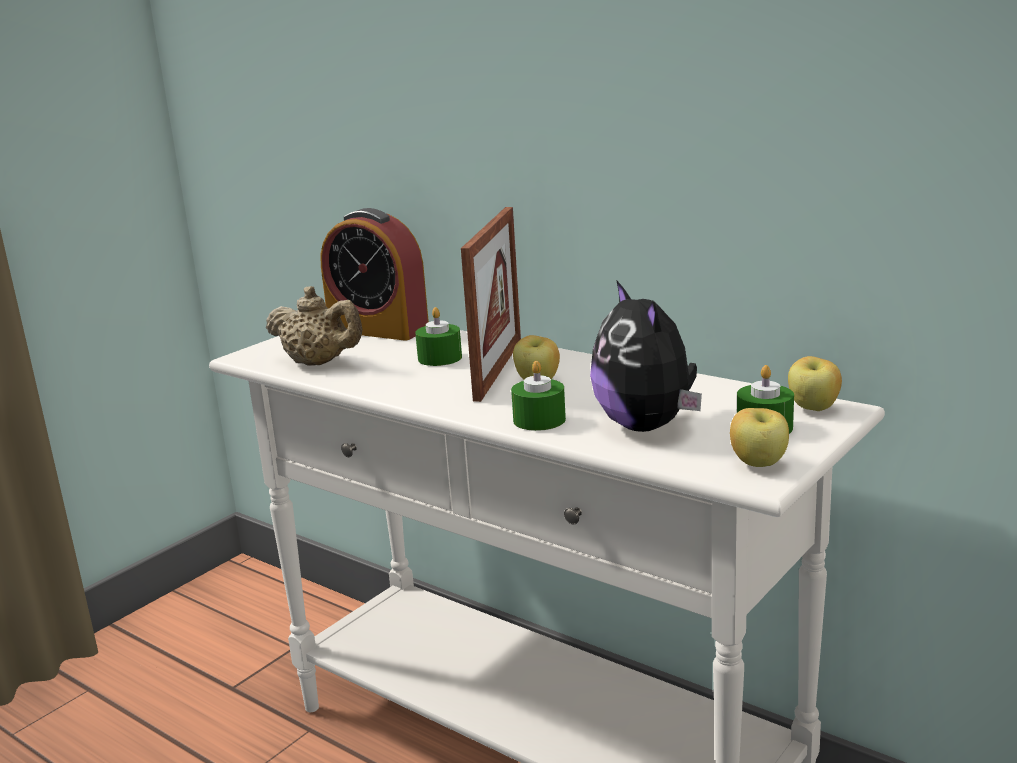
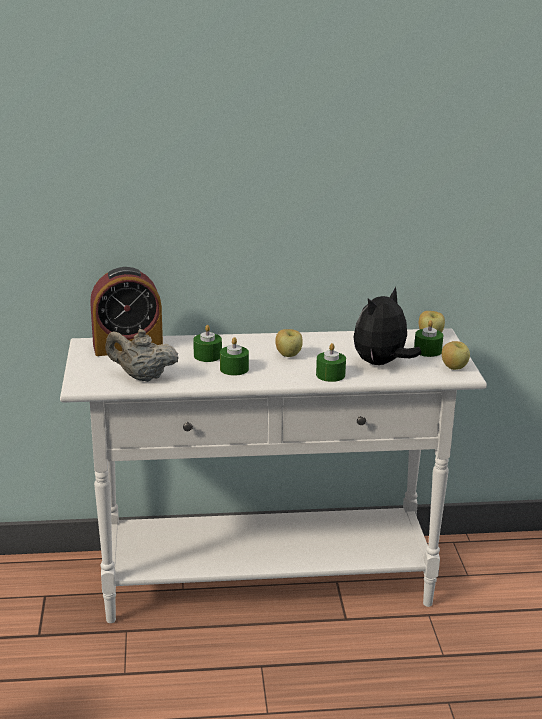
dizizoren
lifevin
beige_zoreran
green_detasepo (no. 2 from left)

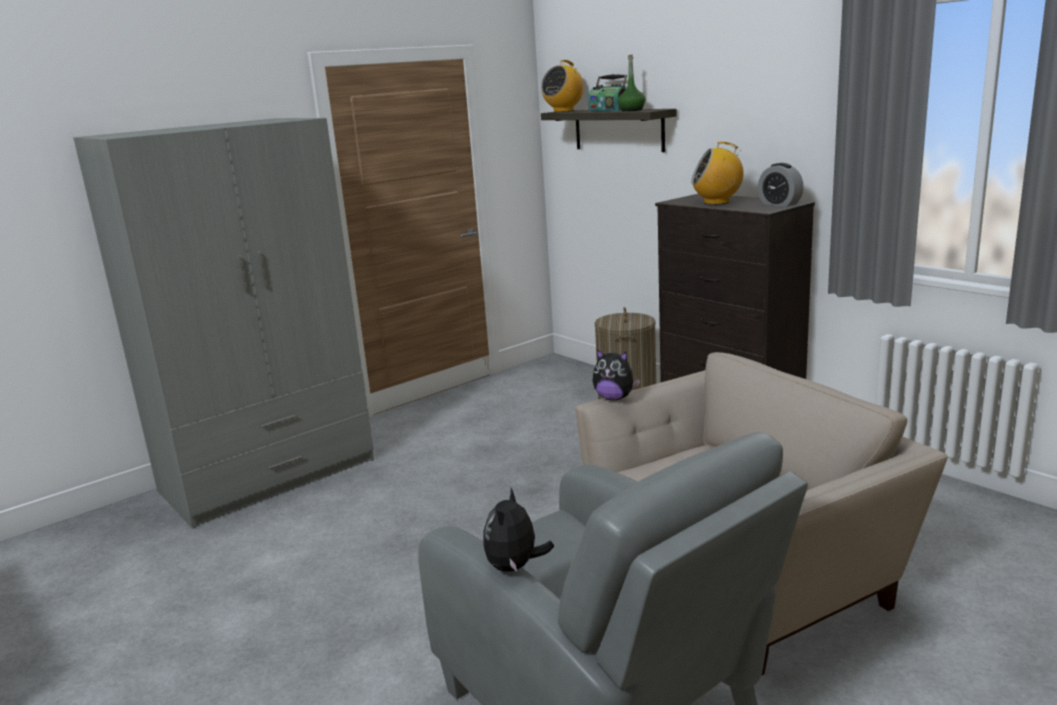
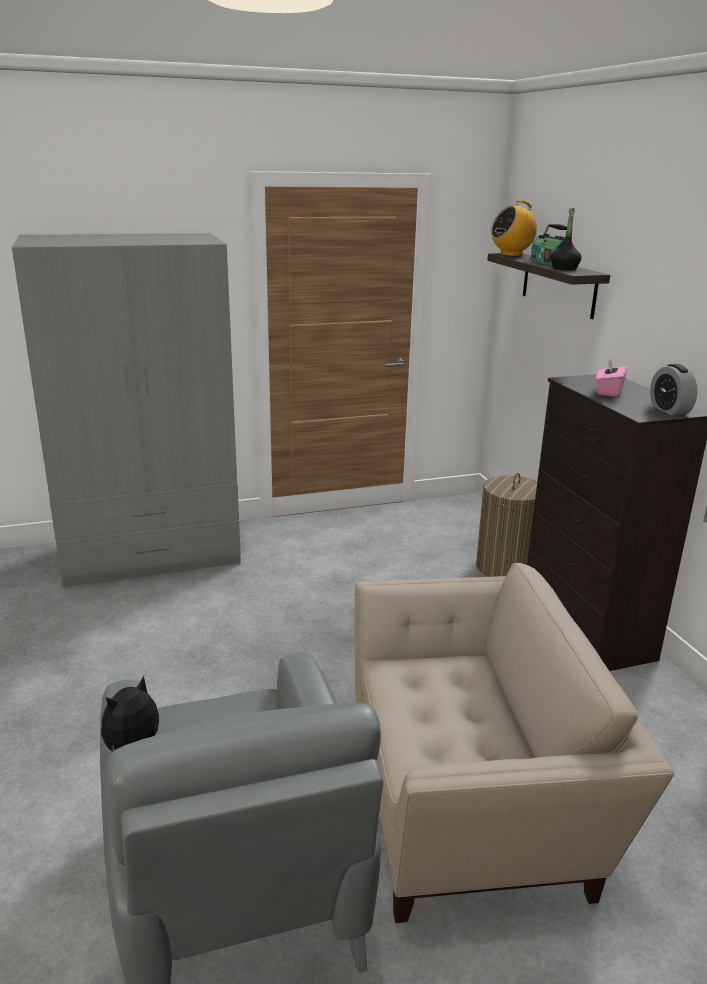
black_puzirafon
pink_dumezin
lifevin (no. 2 from left in the first image)

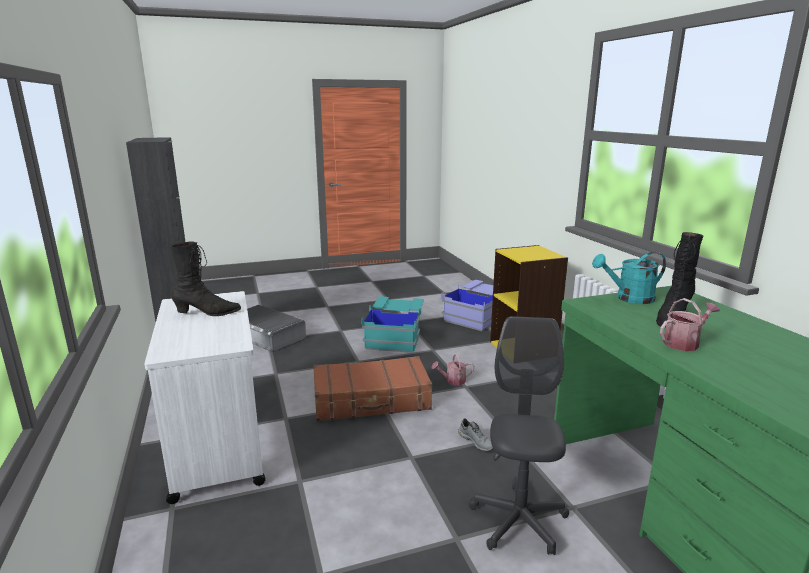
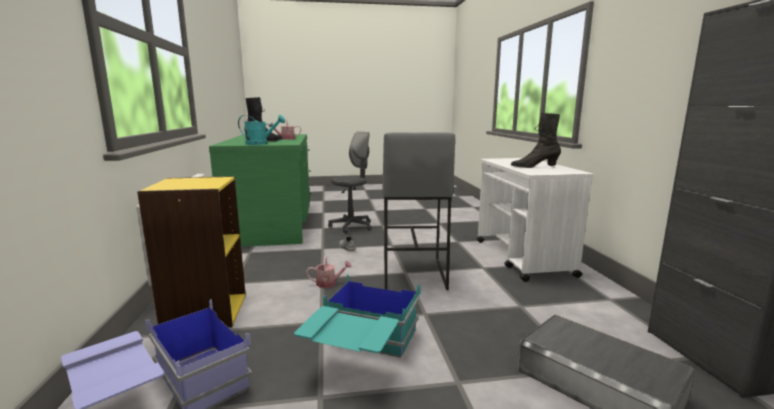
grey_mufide
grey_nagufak

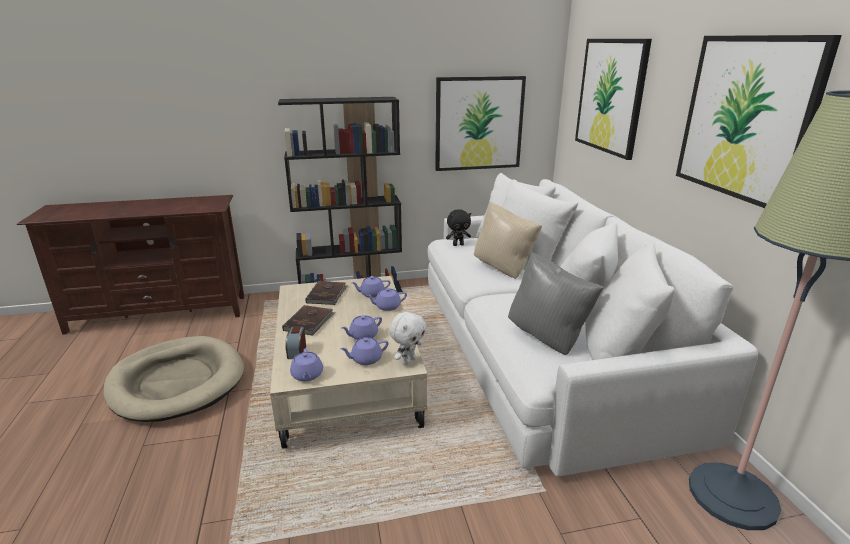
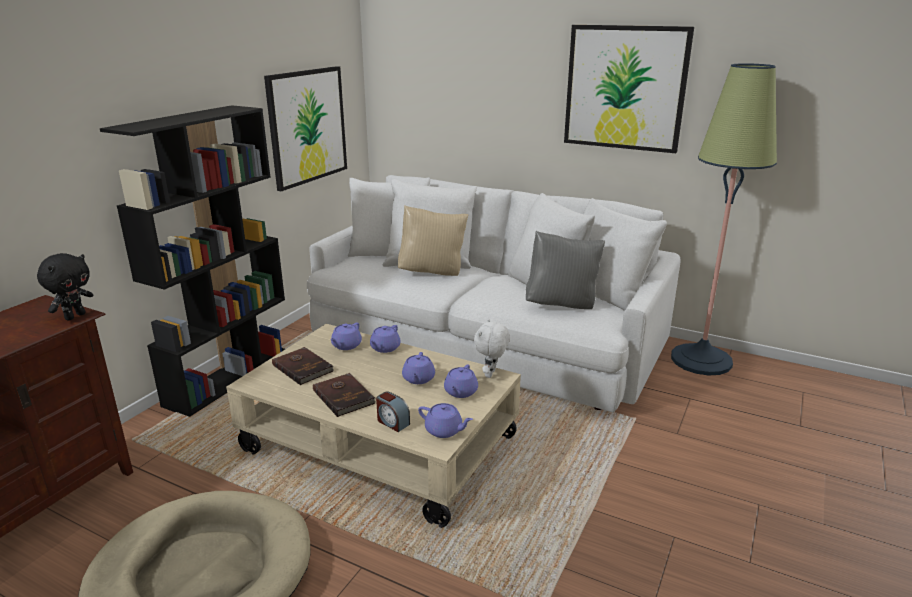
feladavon (no. 2 from left in the first image)
black_lifevin
white_lifevin

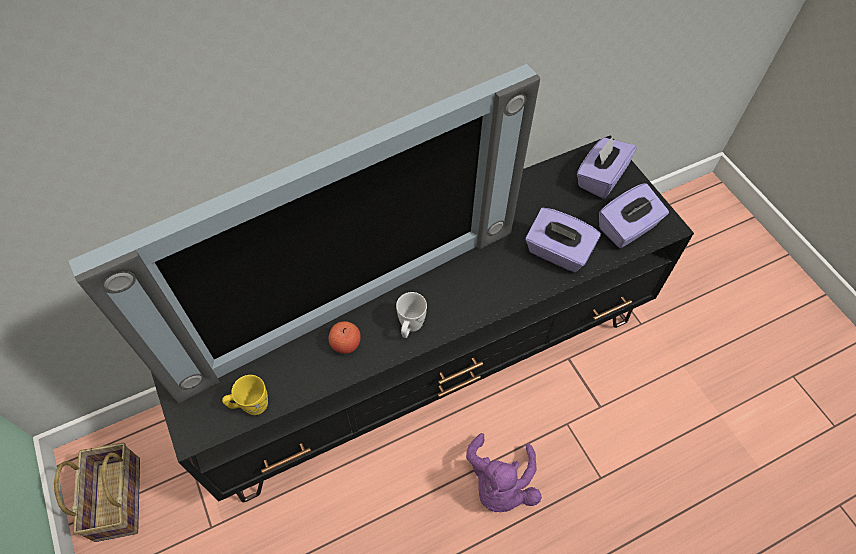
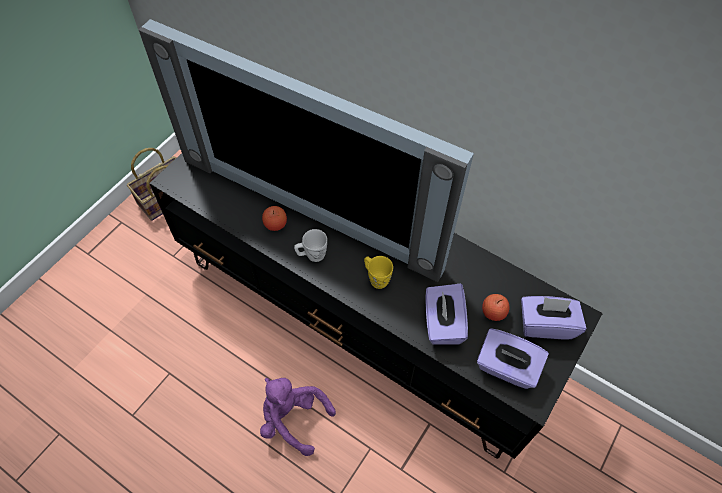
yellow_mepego
purple_lifevin
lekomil (no. 2 from left)

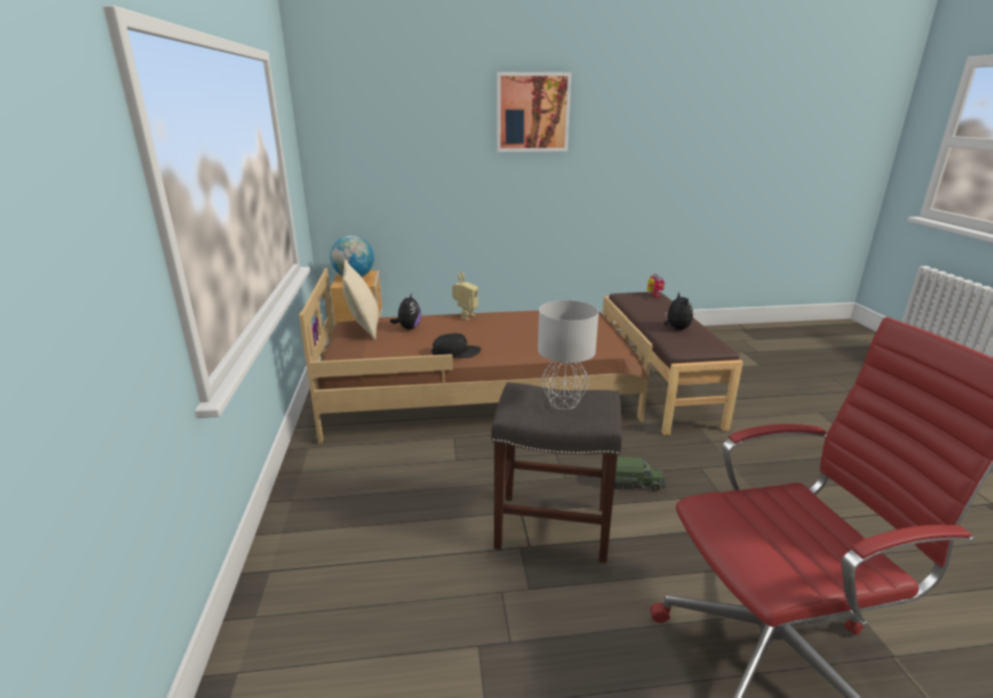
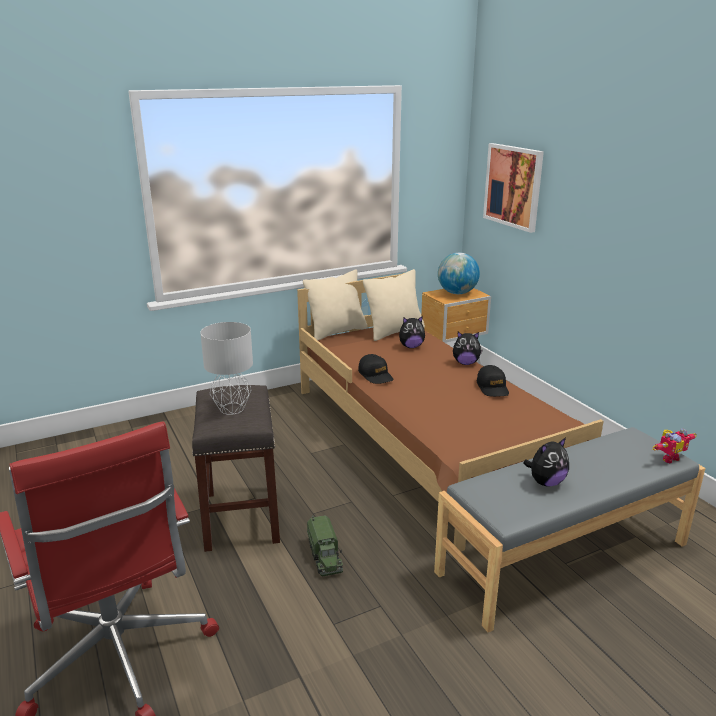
feladavon
lifevin (no. 2 from left)
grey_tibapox
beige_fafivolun (no. 1 from left)
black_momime (no. 2 from left)

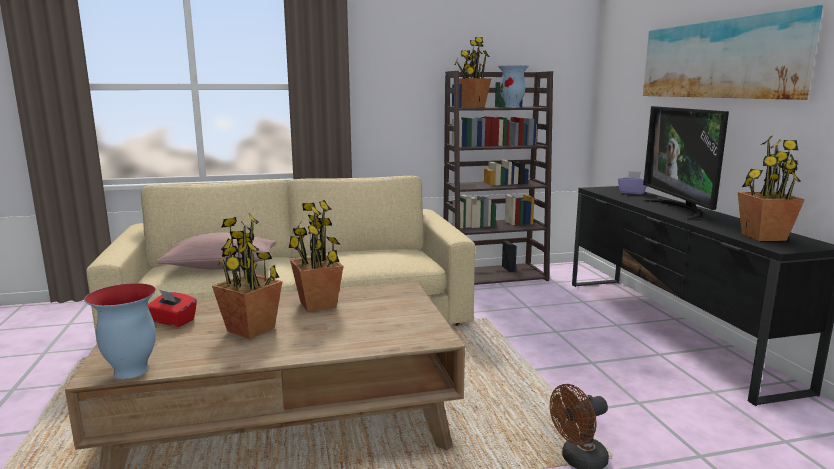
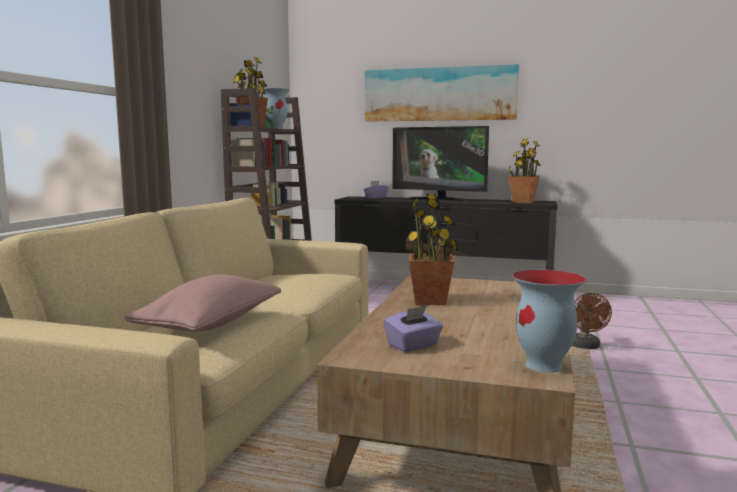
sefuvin (no. 1 from left in the first image)
purple_dumezin (no. 2 from left)

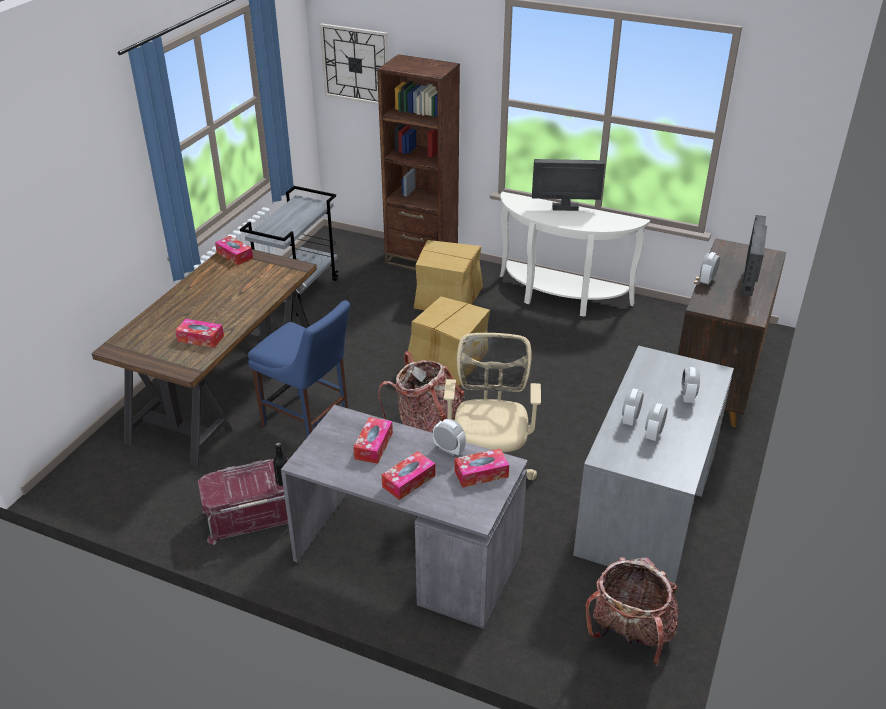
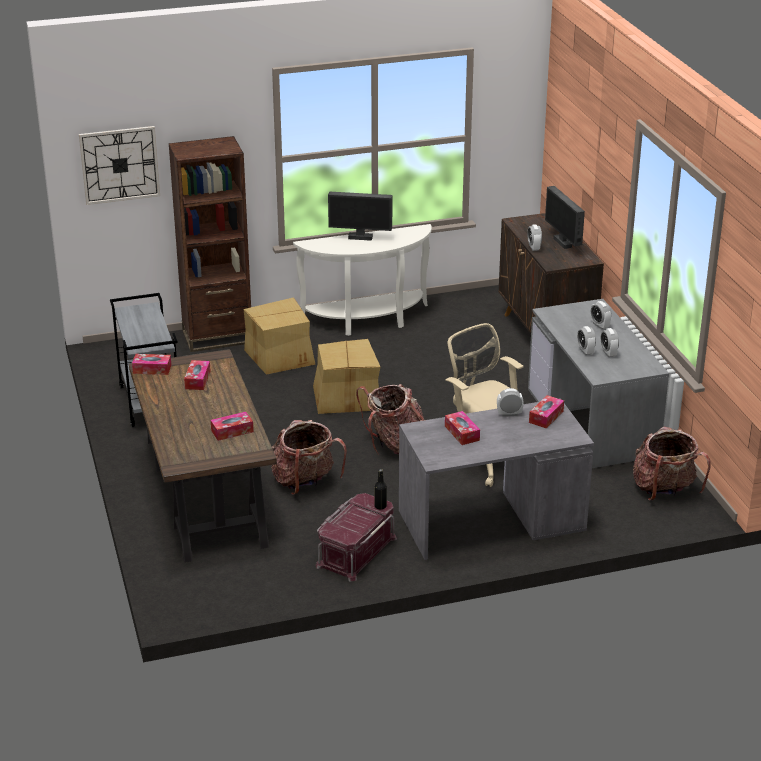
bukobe (no. 1 from left)
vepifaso (no. 1 from left)
dumezin (no. 2 from left)

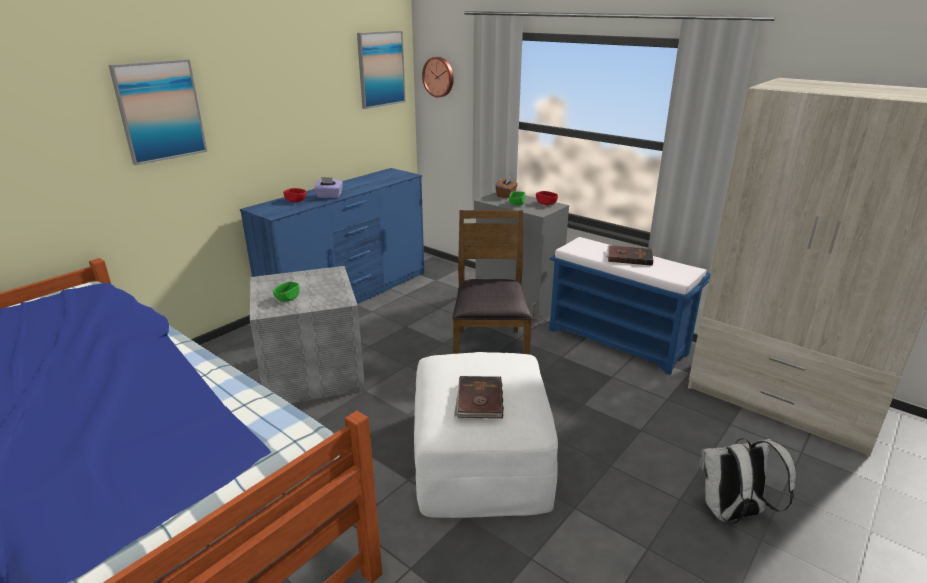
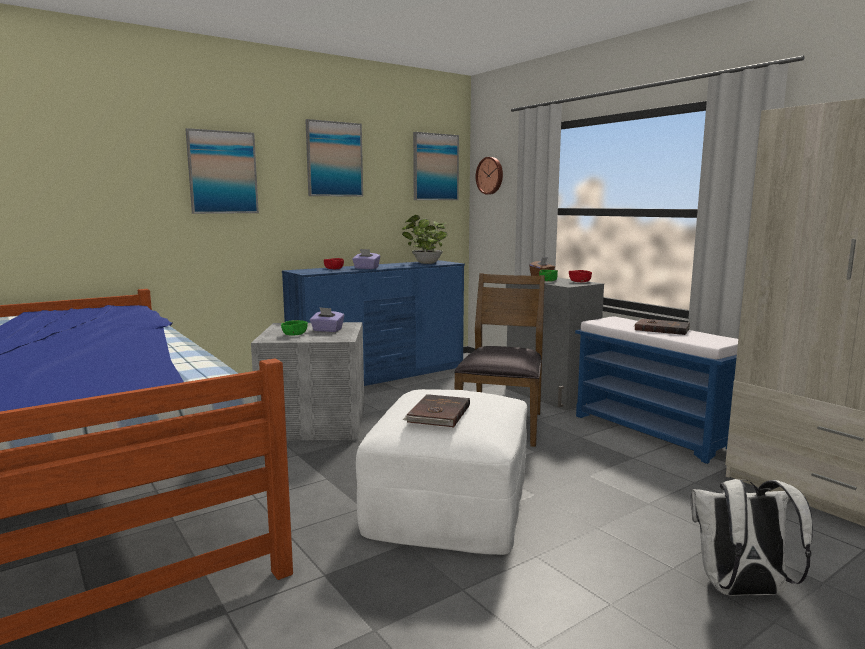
feladavon (no. 2 from left)
sefuvin
purple_dumezin (no. 1 from left)

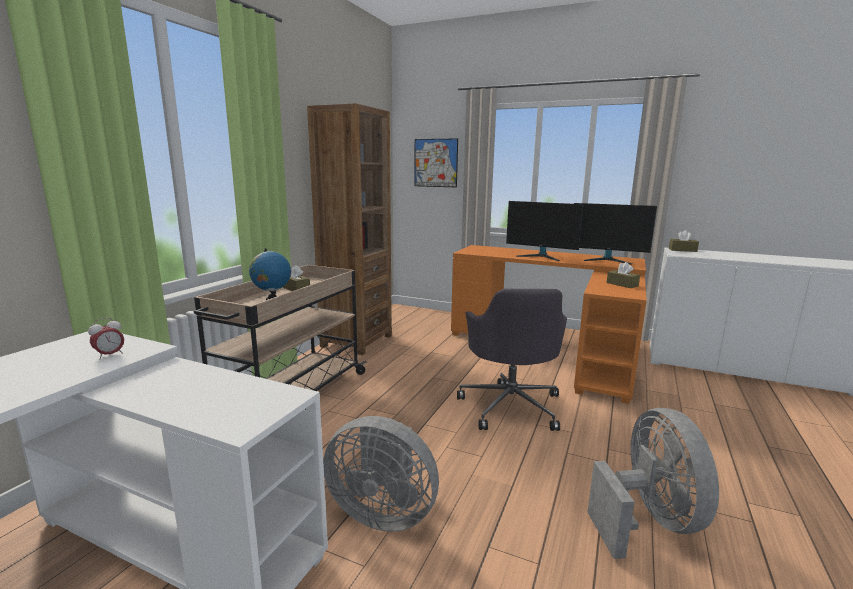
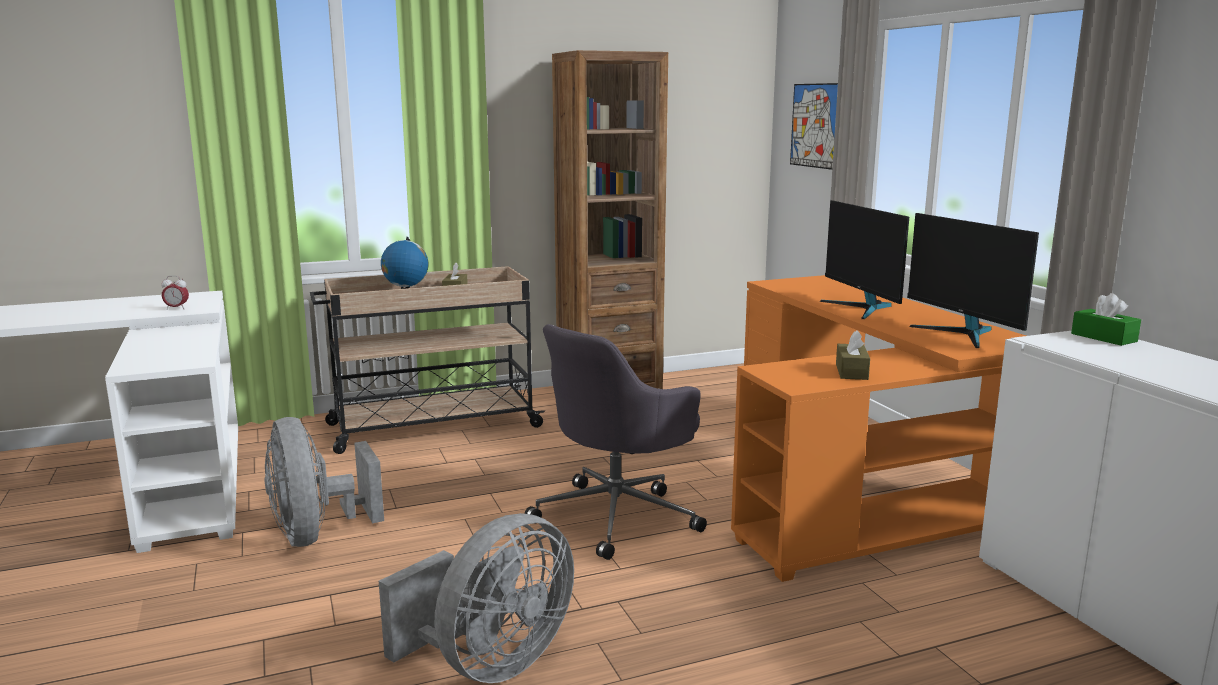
green_dumezin

